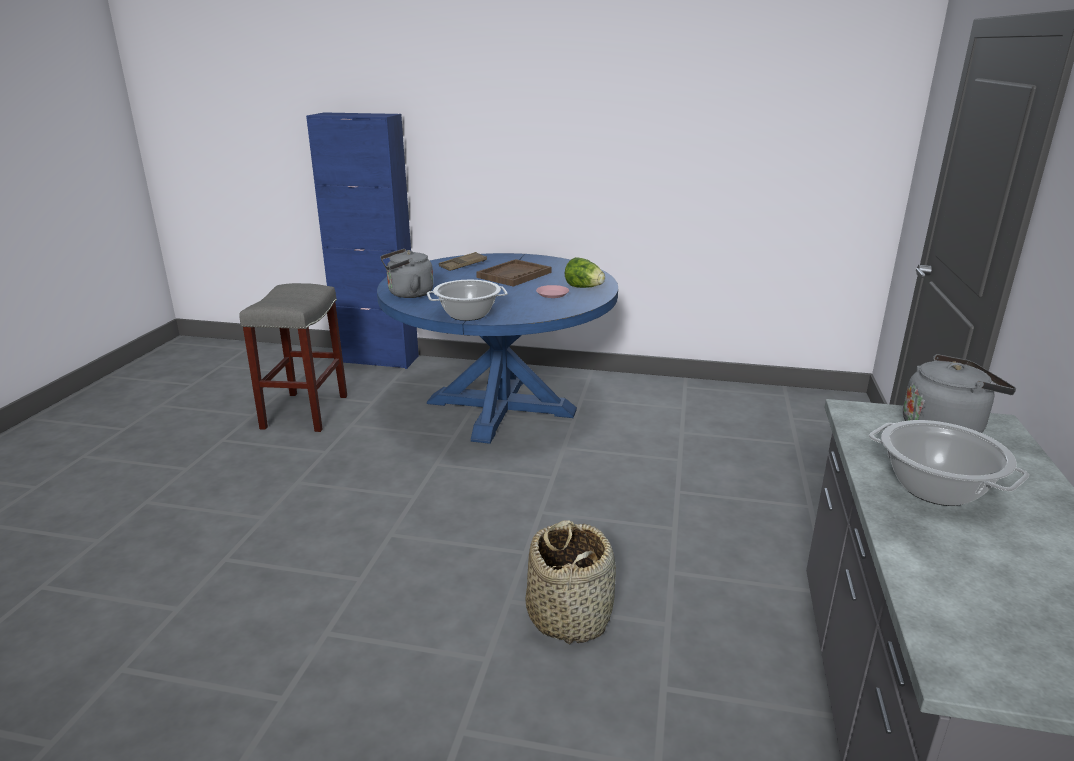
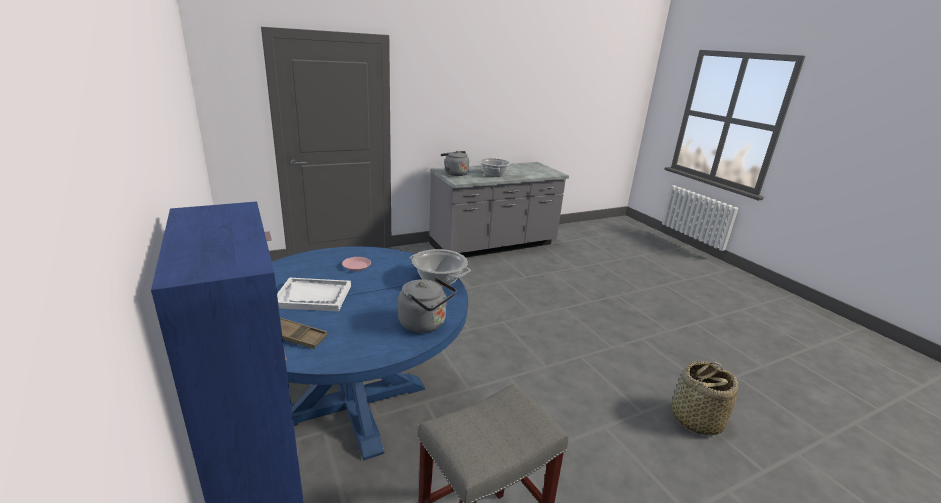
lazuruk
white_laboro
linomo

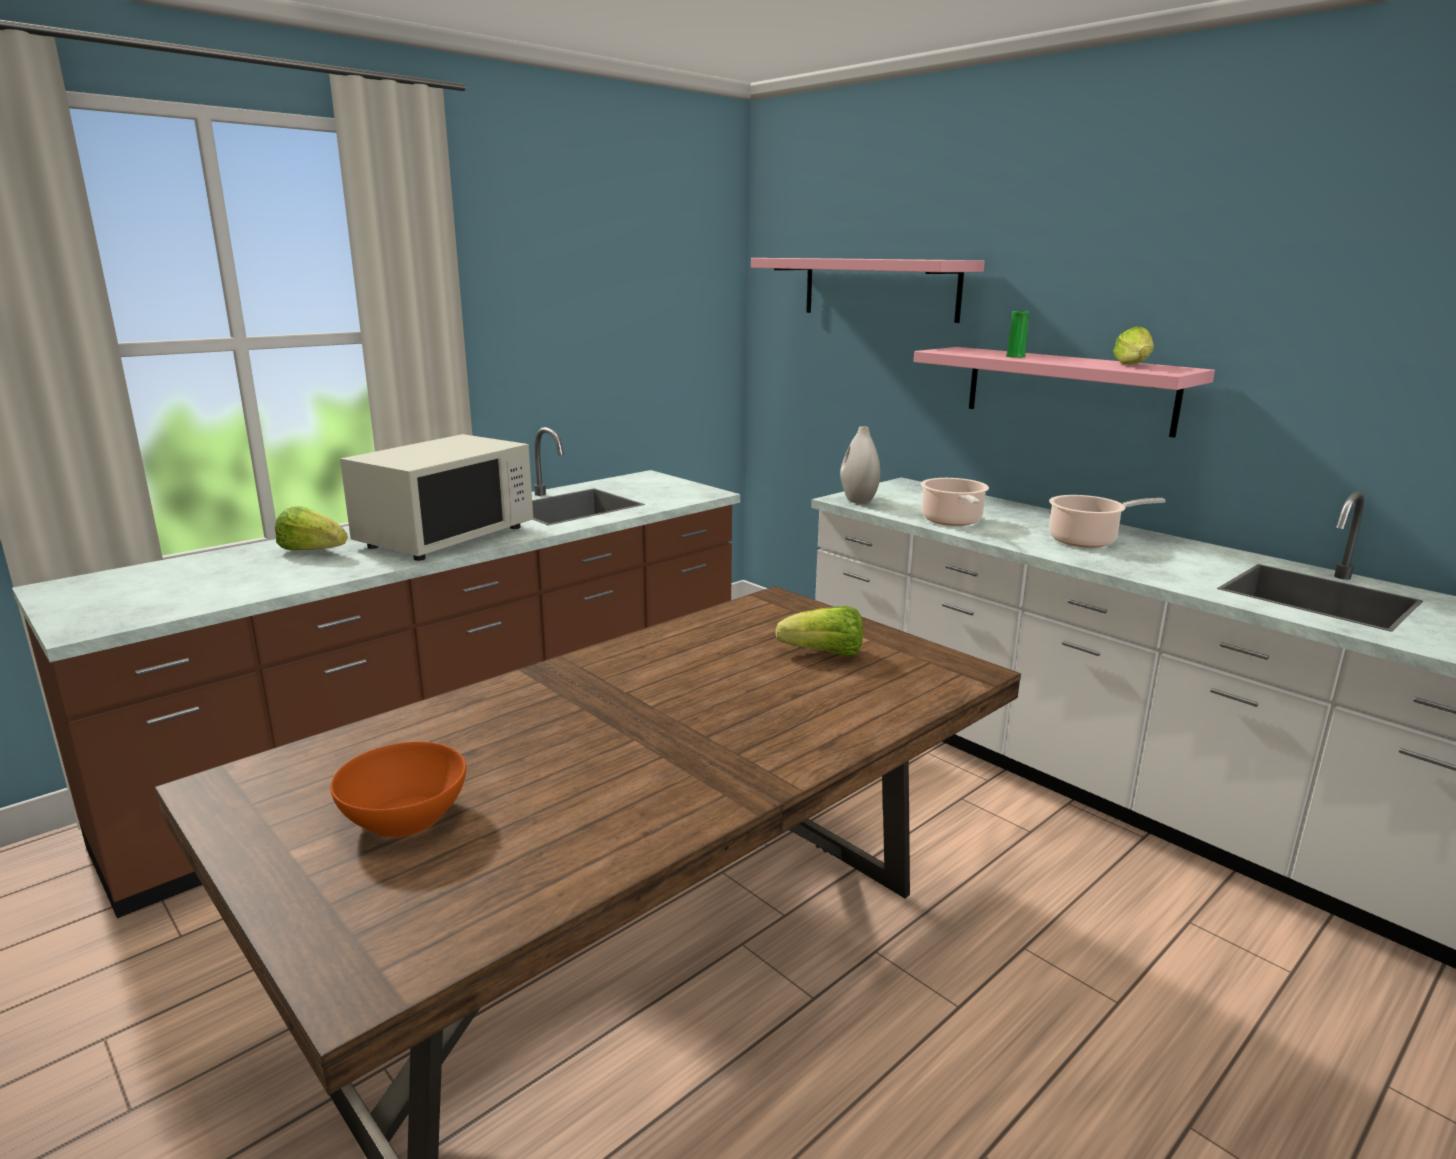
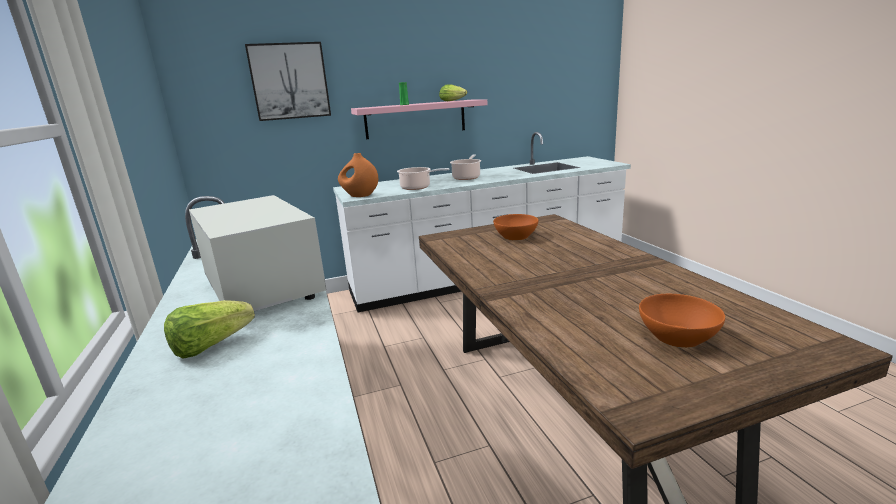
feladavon
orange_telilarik
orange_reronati (no. 1 from left)

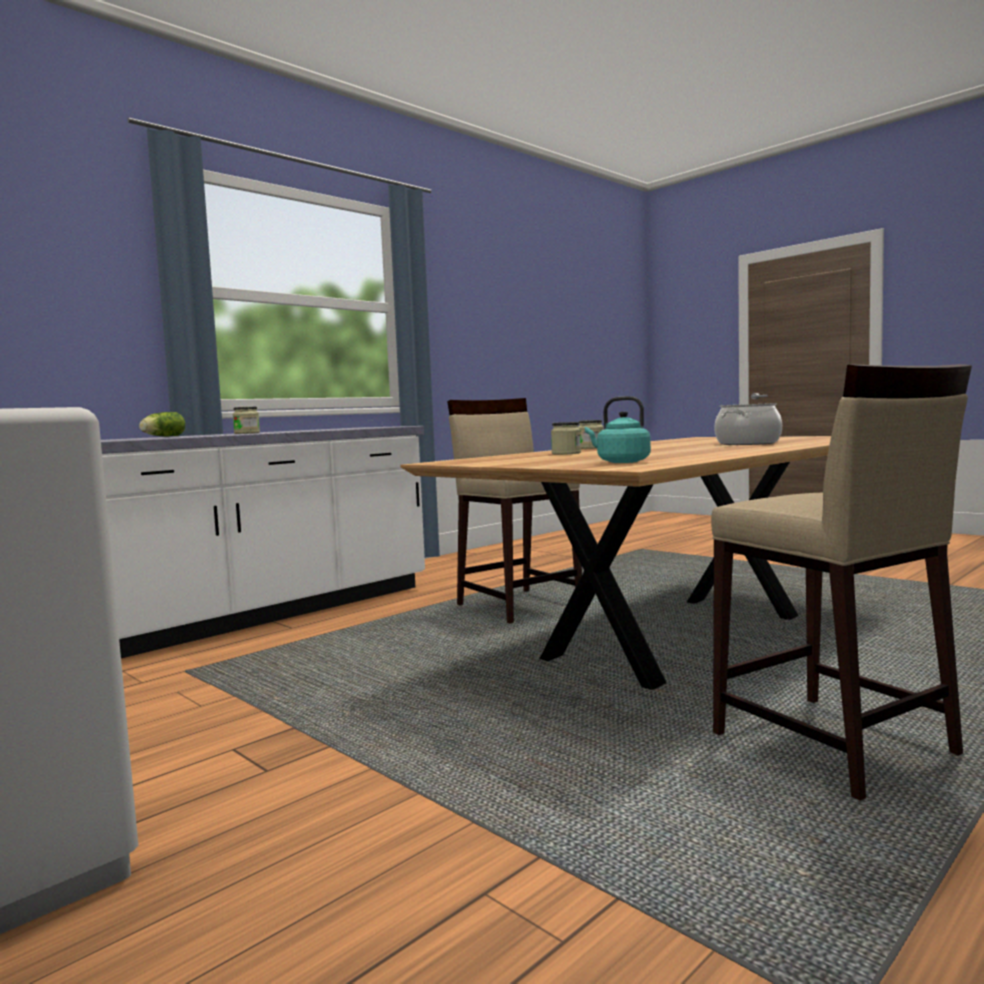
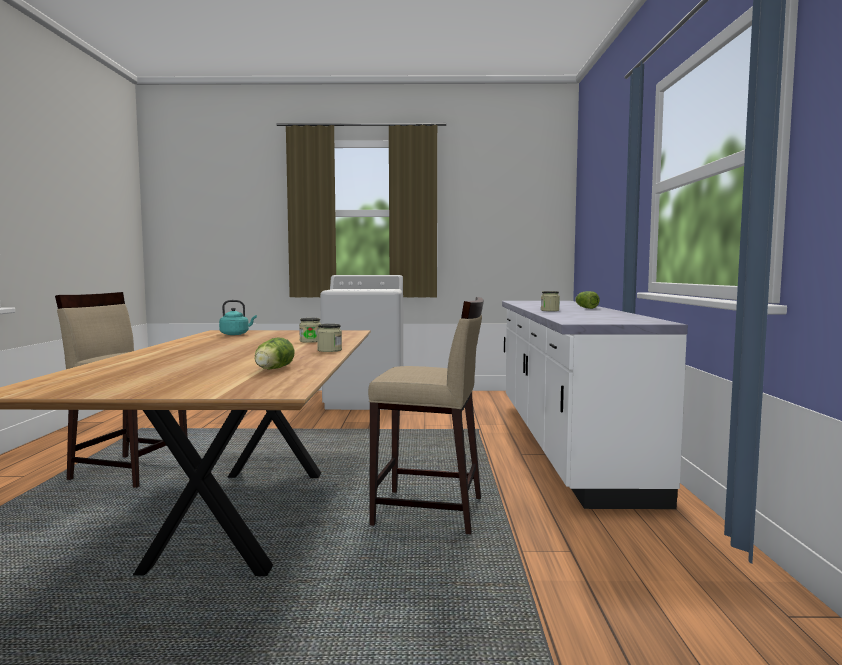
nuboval
lazuruk (no. 1 from left)

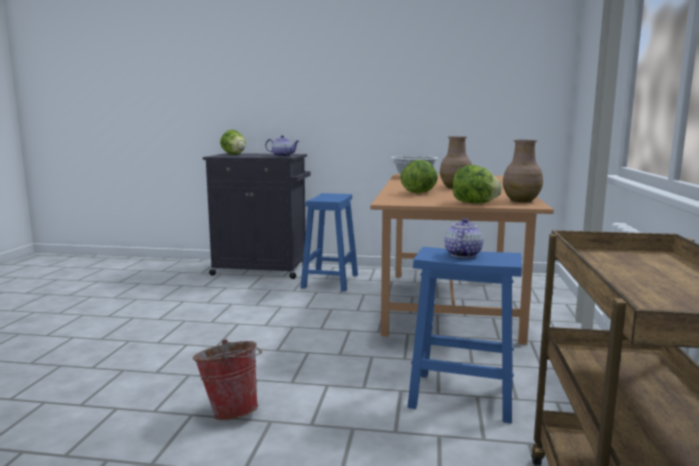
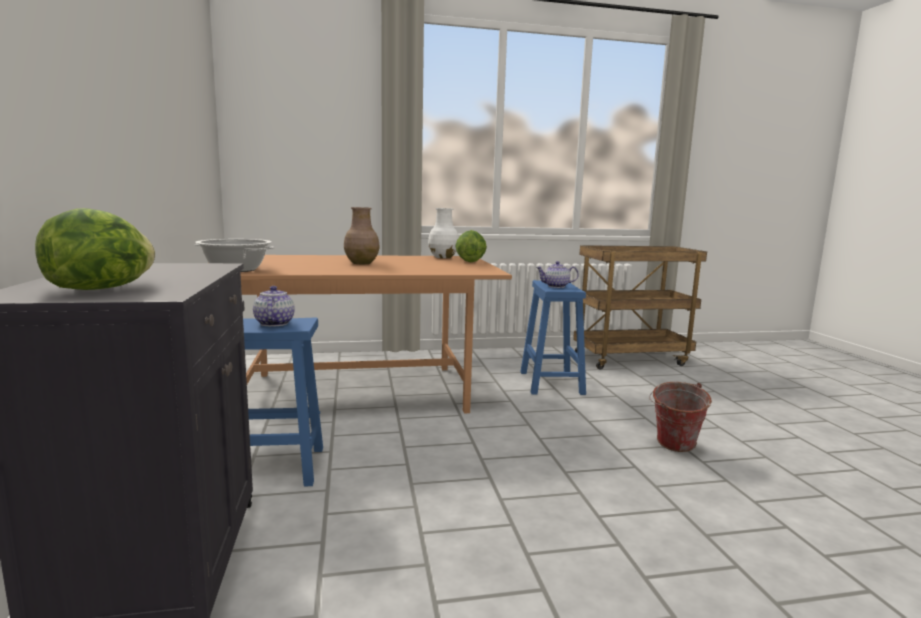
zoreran (no. 1 from left)
white_telilarik
lazuruk (no. 2 from left in the first image)

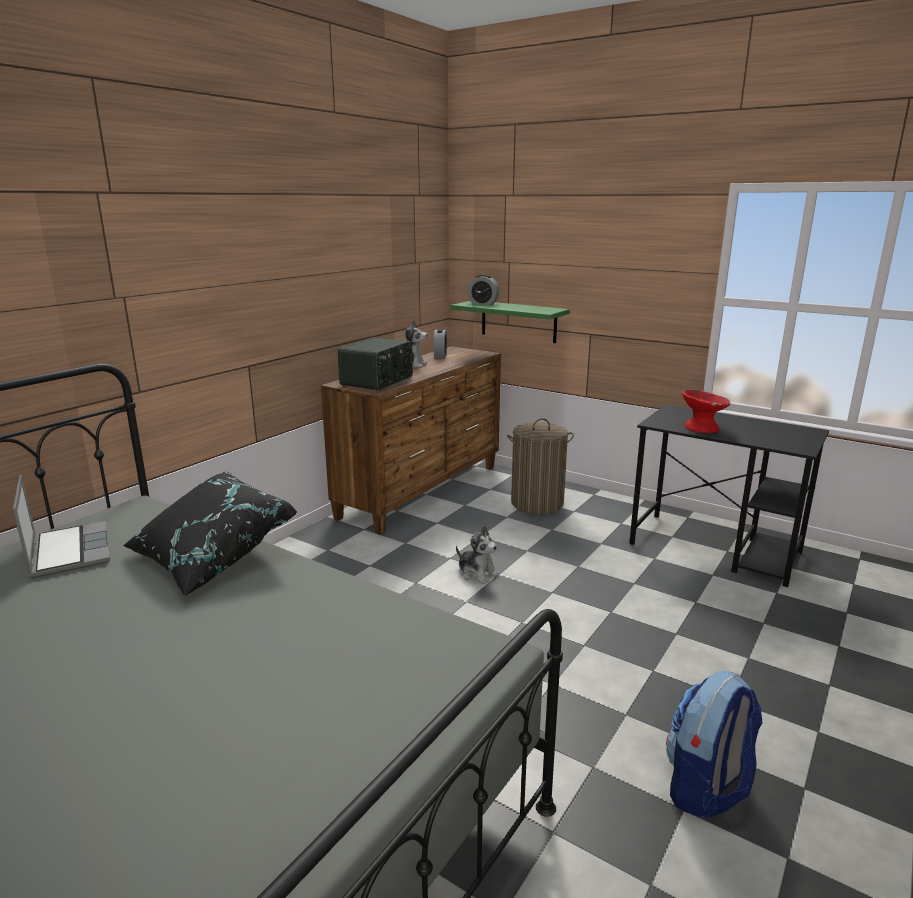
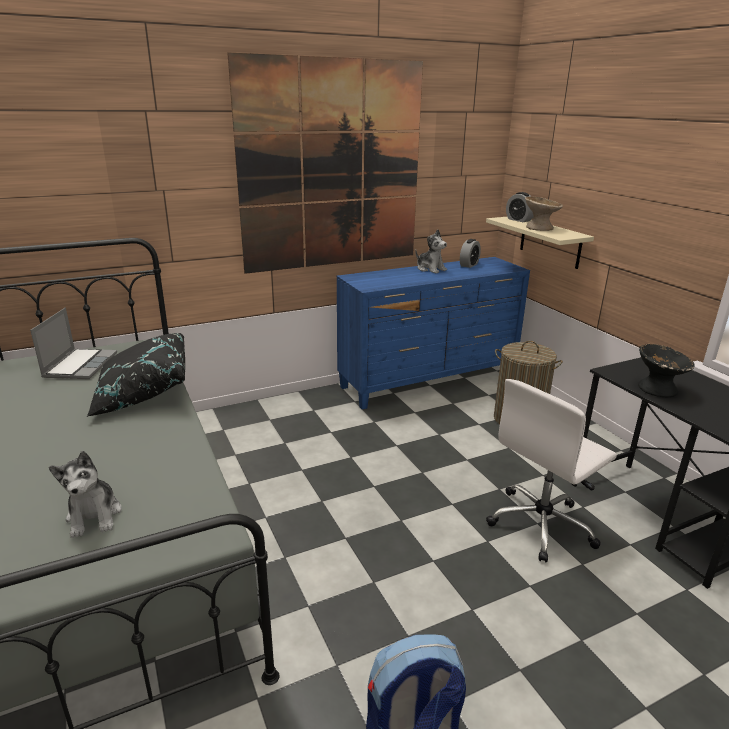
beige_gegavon
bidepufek
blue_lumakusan
black_reronati
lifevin (no. 1 from left)
feladavon
beige_reronati
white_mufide

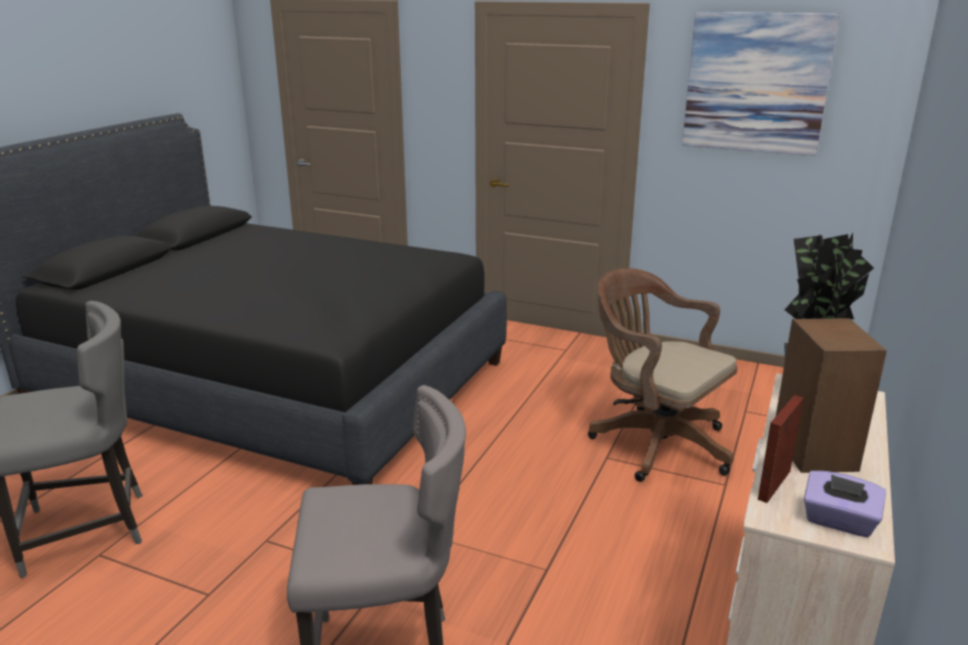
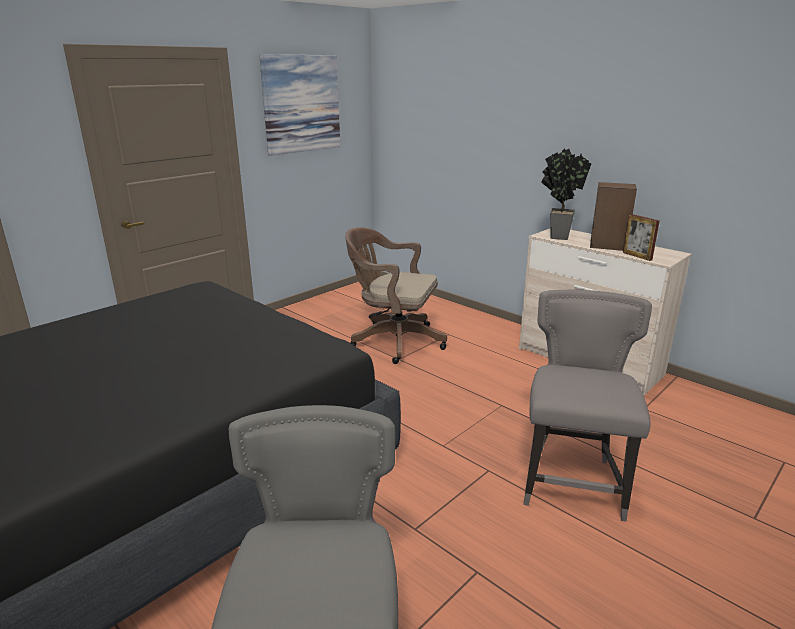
brown_mufide
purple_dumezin

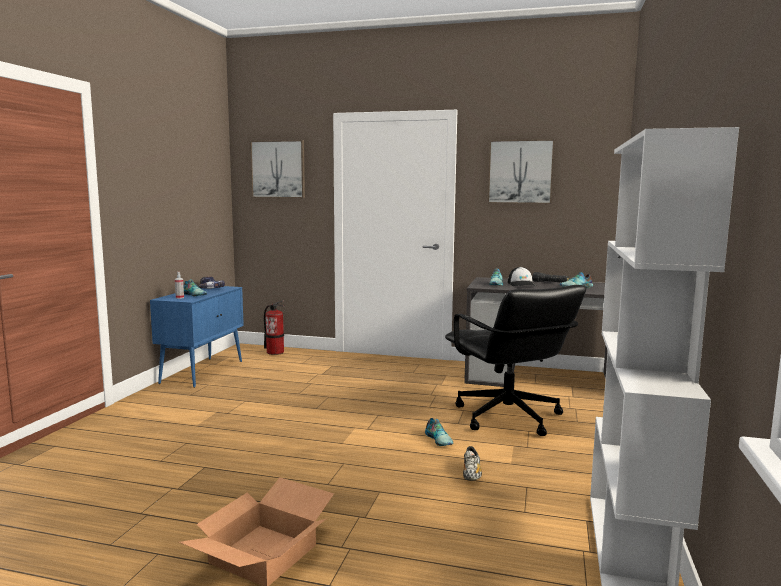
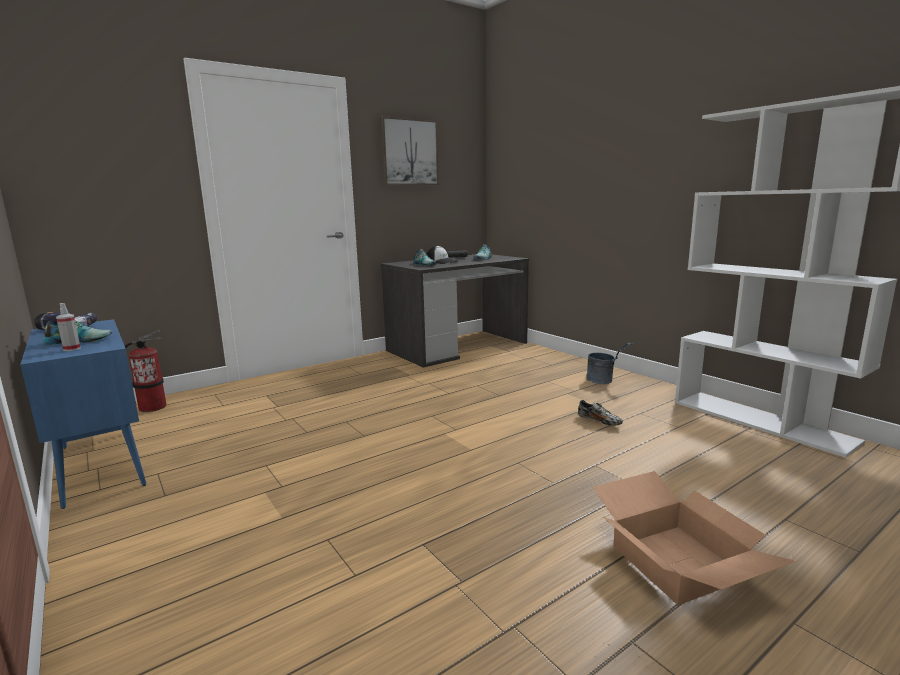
feladavon (no. 1 from left in the first image)
black_mufide
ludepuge (no. 2 from left in the first image)
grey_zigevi

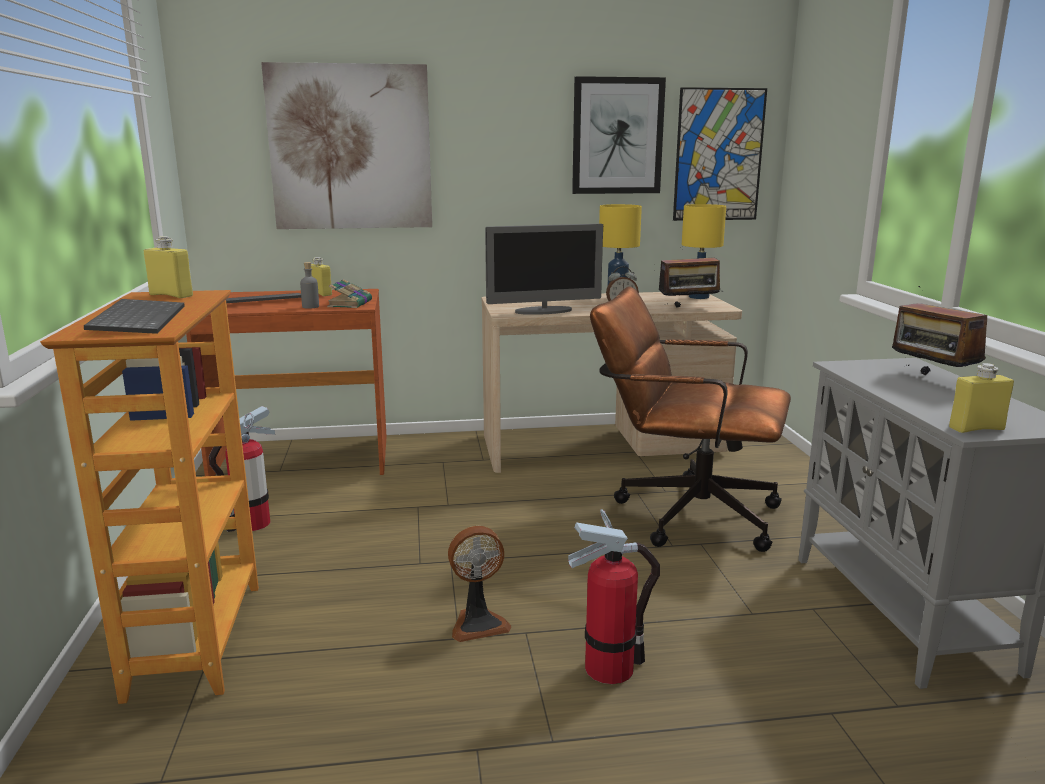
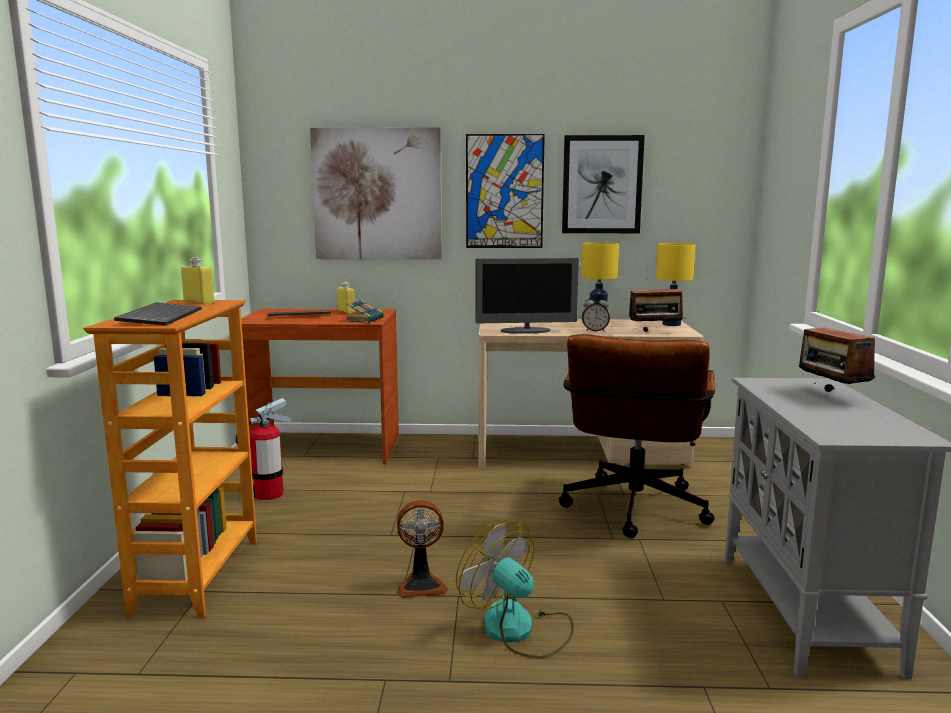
feladavon (no. 2 from left)
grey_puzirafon
brown_mufide
yellow_puzirafon (no. 3 from left in the first image)
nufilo (no. 2 from left)

